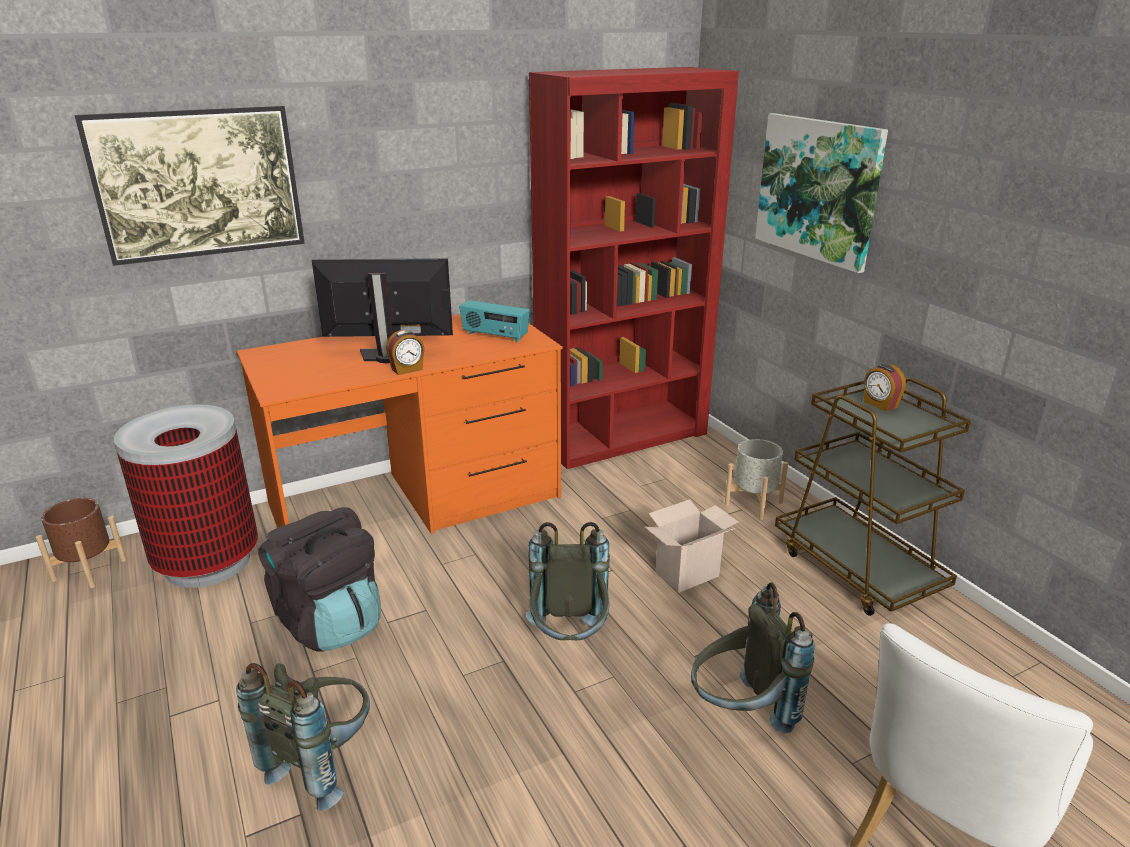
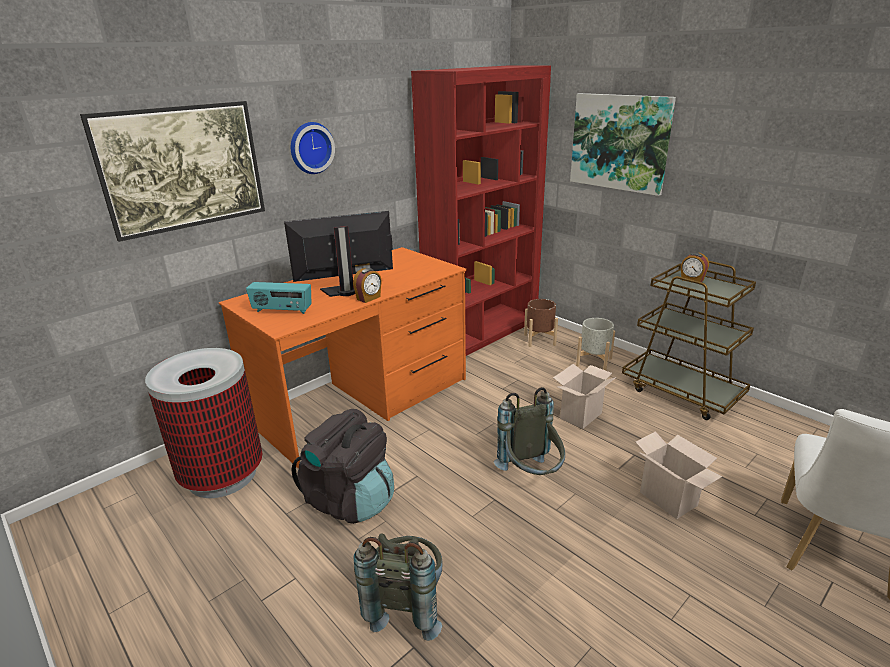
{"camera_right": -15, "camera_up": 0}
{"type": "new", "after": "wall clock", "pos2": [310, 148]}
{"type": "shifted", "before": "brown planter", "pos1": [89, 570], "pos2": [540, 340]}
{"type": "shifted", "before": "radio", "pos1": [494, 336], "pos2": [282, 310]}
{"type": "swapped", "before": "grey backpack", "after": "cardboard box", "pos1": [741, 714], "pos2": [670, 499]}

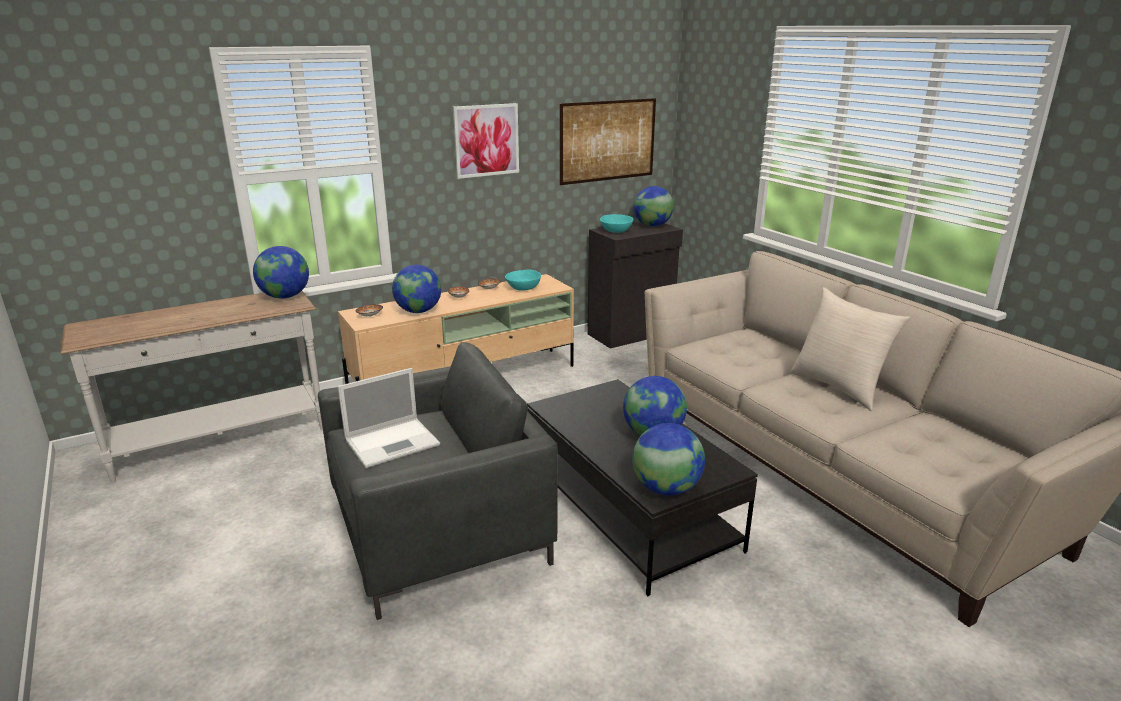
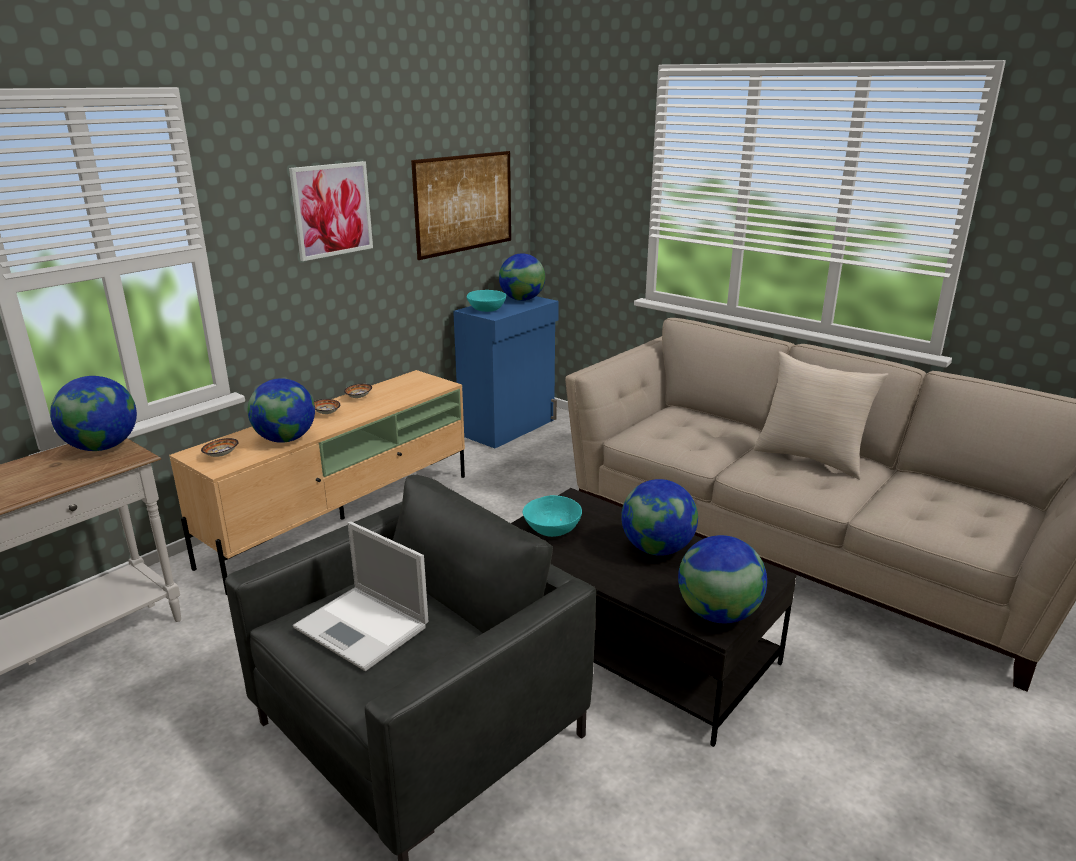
{"camera_right": -20, "camera_up": 0}
{"type": "shifted", "before": "turquoise bowl", "pos1": [523, 288], "pos2": [552, 529]}
{"type": "repainted", "before": "black cabinet", "after": "blue cabinet", "pos1": [632, 334], "pos2": [509, 427]}
{"type": "rotated", "before": "laptop", "pos1": [394, 442], "pos2": [363, 628], "turn": 90}

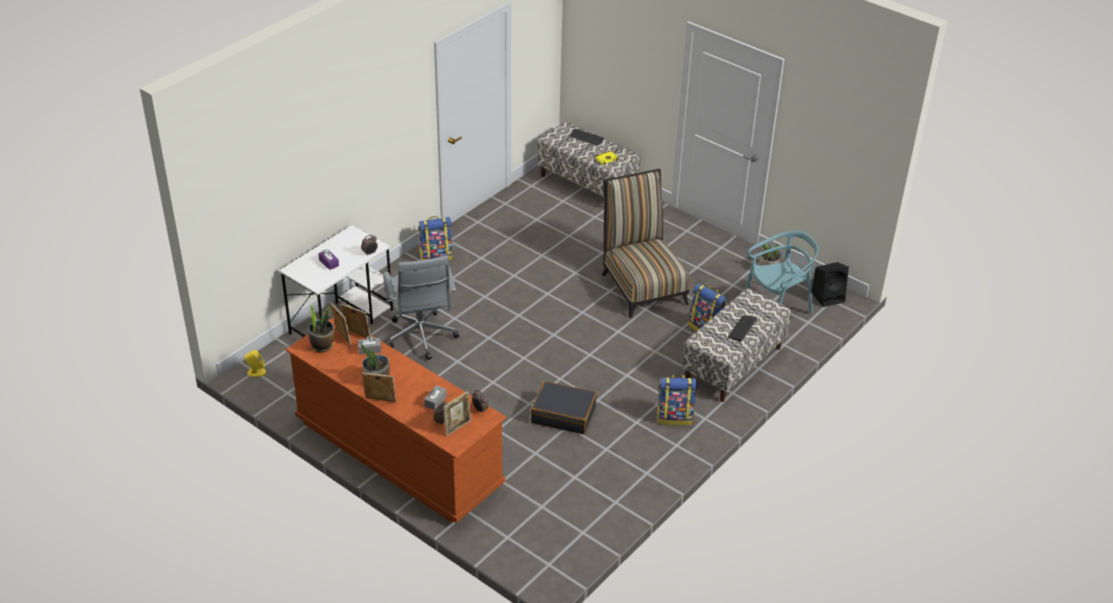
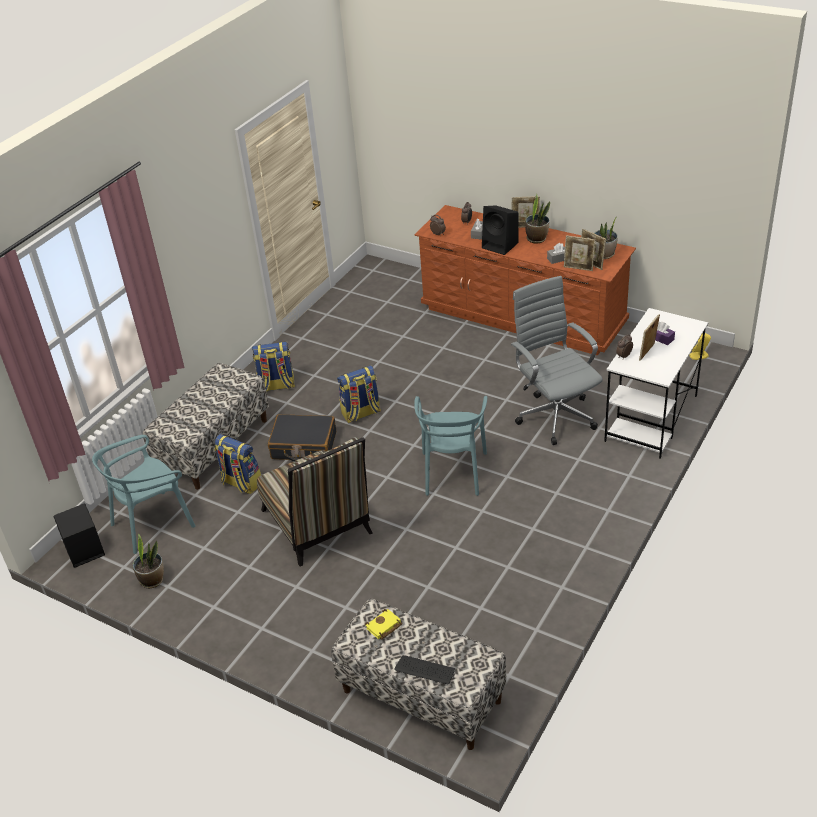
{"camera_right": 175, "camera_up": 0}
{"type": "gone", "before": "keyboard", "pos1": [742, 328]}
{"type": "new", "after": "turquoise chair", "pos2": [453, 472]}
{"type": "new", "after": "black speaker", "pos2": [501, 245]}
{"type": "shifted", "before": "backpack", "pos1": [436, 256], "pos2": [361, 413]}
{"type": "shifted", "before": "picture frame", "pos1": [457, 427], "pos2": [647, 353]}
{"type": "shifted", "before": "black suitcase", "pos1": [563, 414], "pos2": [303, 446]}

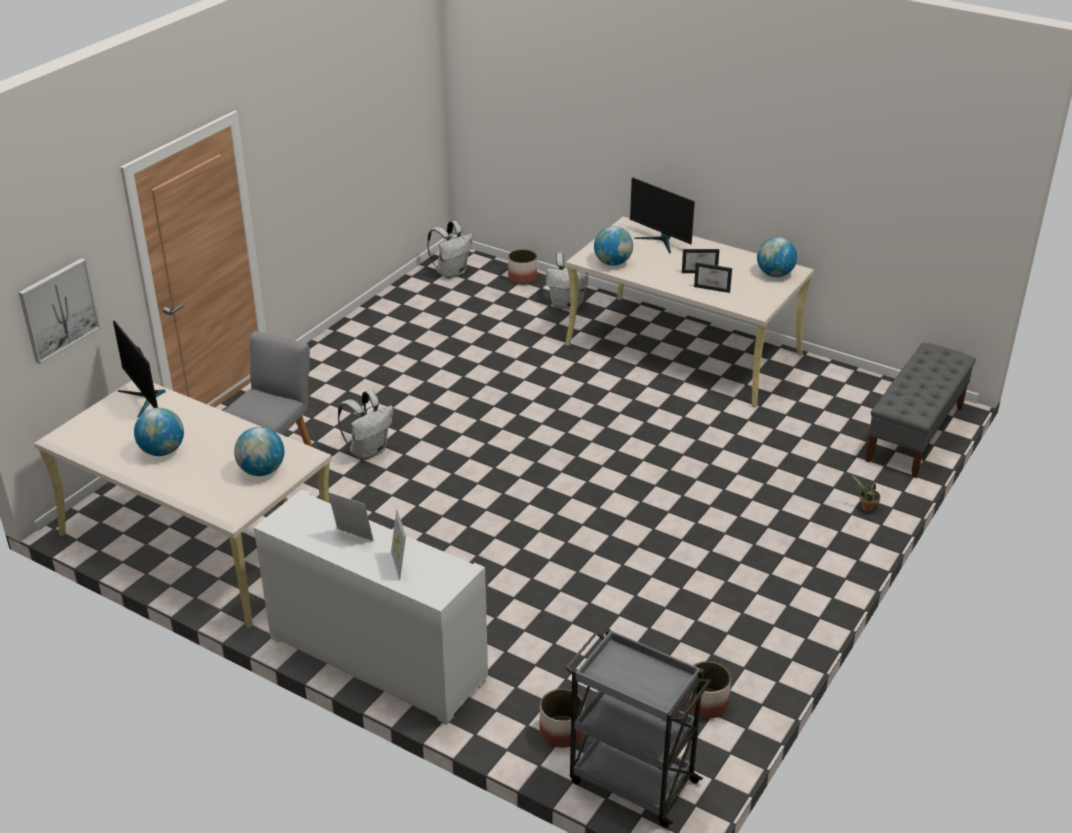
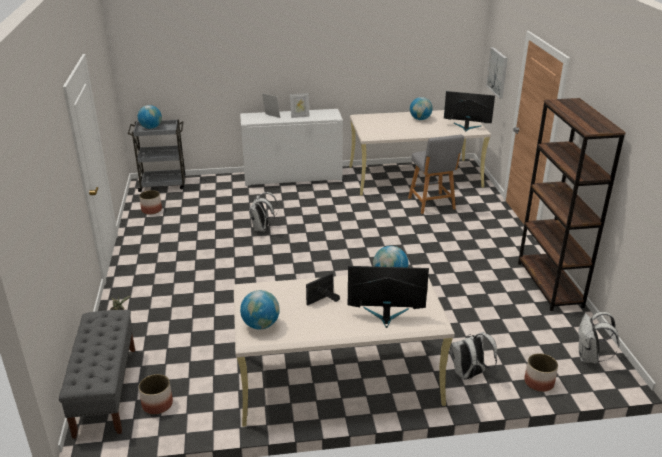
{"camera_right": 140, "camera_up": -5}
{"type": "gone", "before": "picture frame", "pos1": [713, 287]}
{"type": "new", "after": "brown bookcase", "pos2": [549, 284]}
{"type": "shifted", "before": "globe", "pos1": [262, 471], "pos2": [151, 128]}
{"type": "shifted", "before": "white backpack", "pos1": [368, 451], "pos2": [262, 229]}
{"type": "shifted", "before": "planter", "pos1": [562, 732], "pos2": [157, 404]}

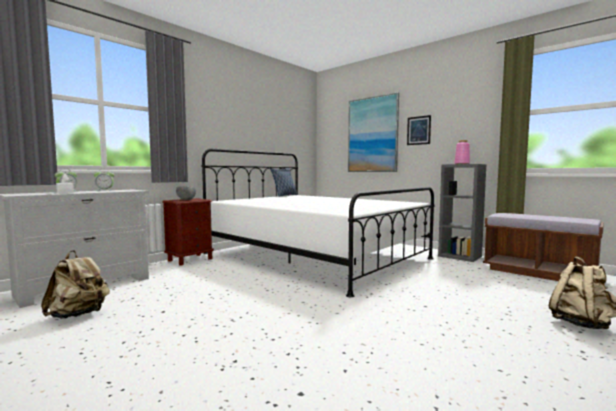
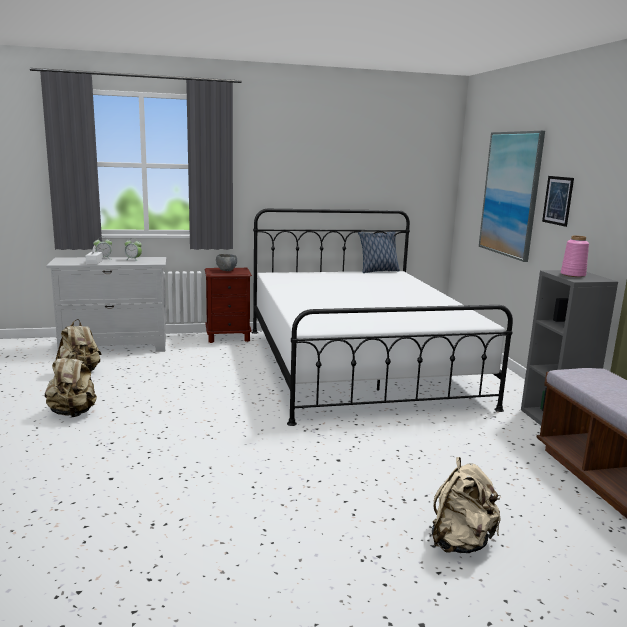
{"camera_right": 35, "camera_up": 10}
{"type": "new", "after": "beige backpack", "pos2": [73, 413]}

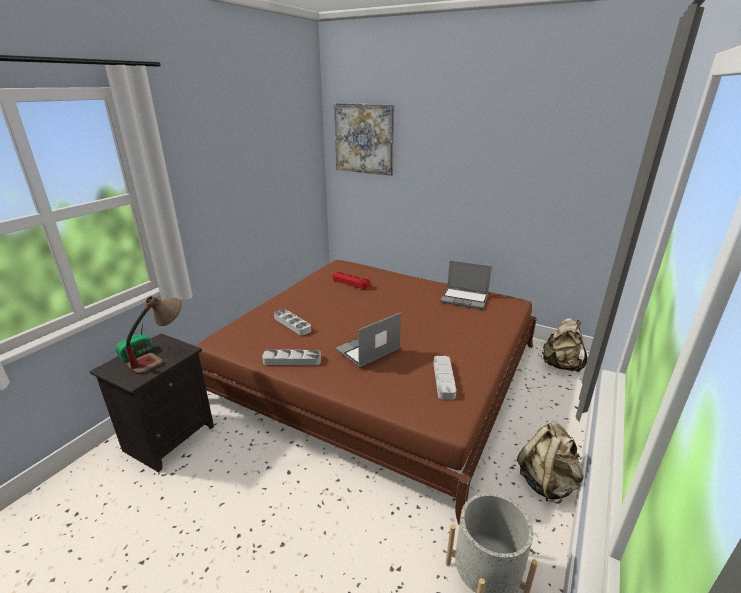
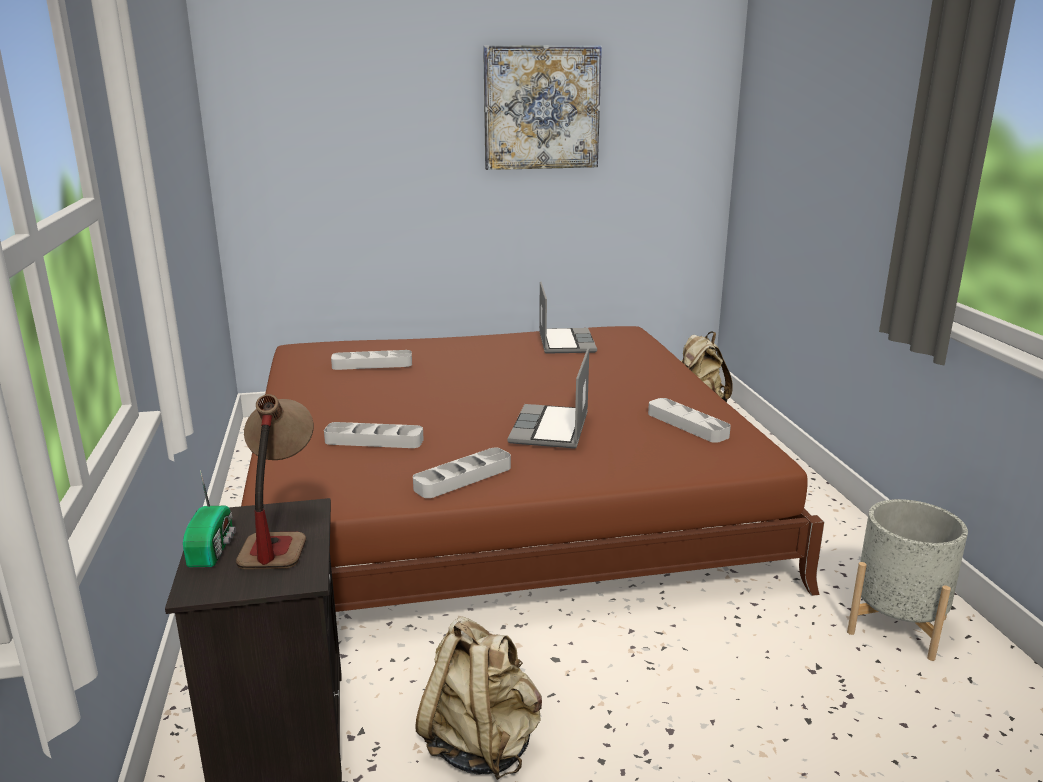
{"camera_right": -40, "camera_up": -5}
{"type": "shifted", "before": "picture", "pos1": [364, 139], "pos2": [541, 108]}
{"type": "shifted", "before": "beige backpack", "pos1": [547, 482], "pos2": [482, 744]}
{"type": "repainted", "before": "red tray", "after": "grey tray", "pos1": [351, 282], "pos2": [372, 364]}
{"type": "rotated", "before": "laptop", "pos1": [465, 299], "pos2": [565, 342], "turn": -75}

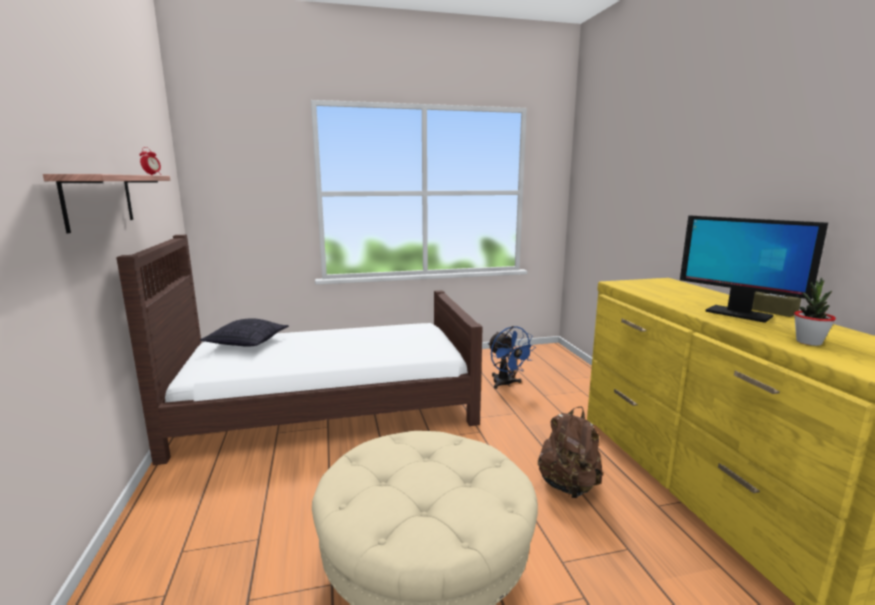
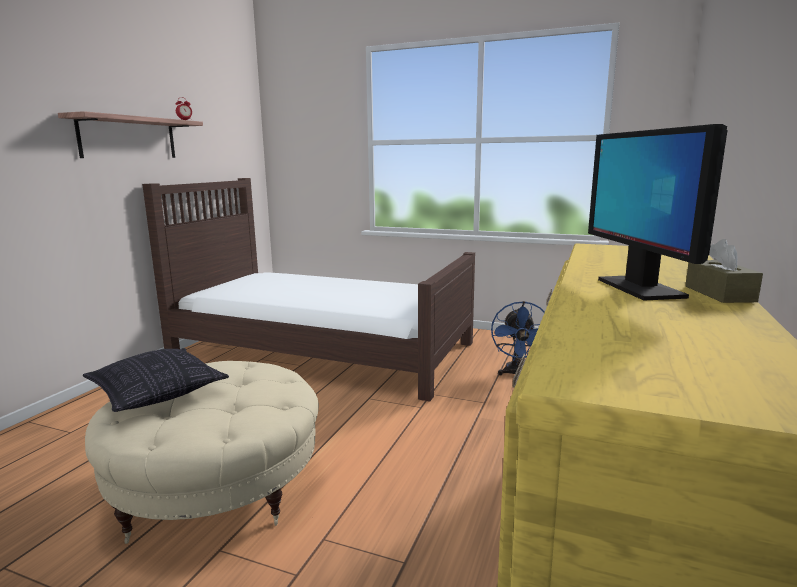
{"camera_right": 35, "camera_up": 0}
{"type": "gone", "before": "brown backpack", "pos1": [568, 486]}
{"type": "gone", "before": "potted plant", "pos1": [808, 342]}
{"type": "shifted", "before": "pillow", "pos1": [247, 343], "pos2": [157, 394]}

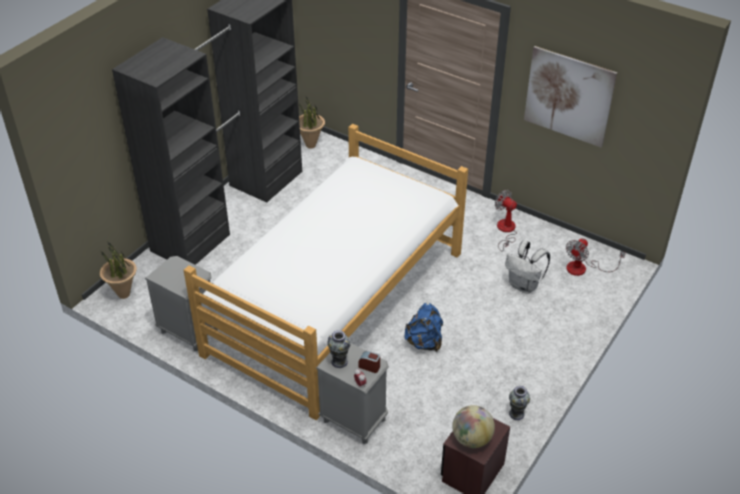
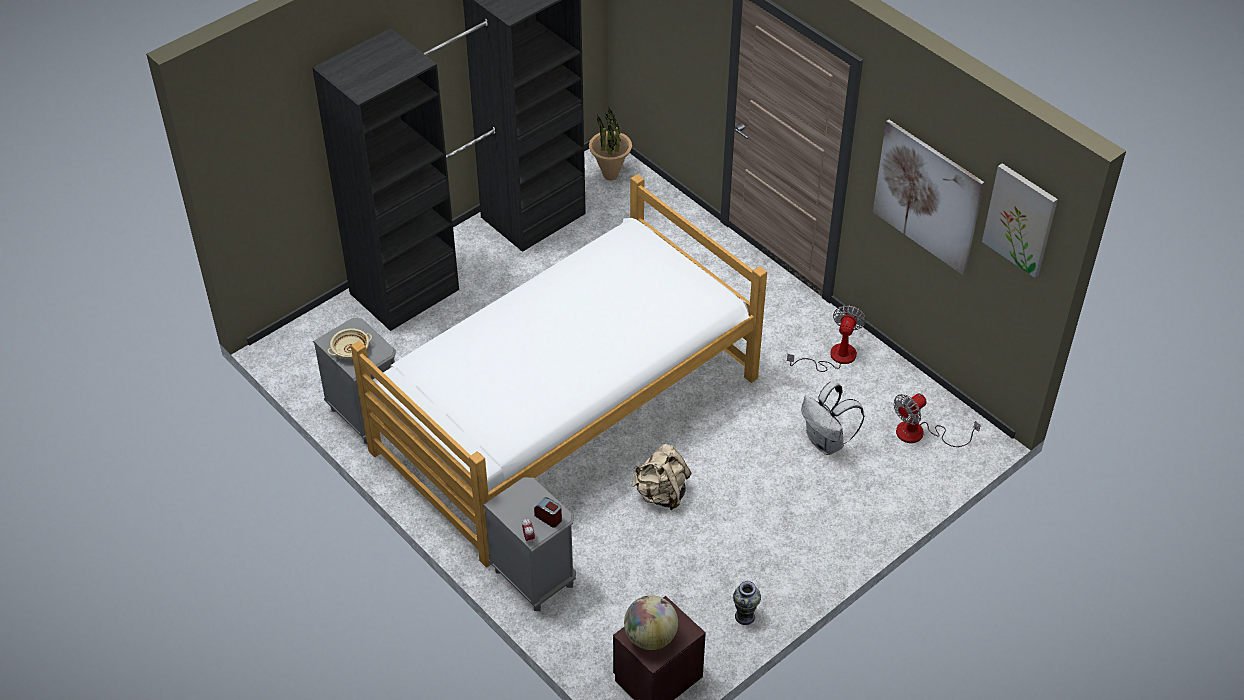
{"camera_right": 15, "camera_up": 5}
{"type": "gone", "before": "potted plant", "pos1": [124, 294]}
{"type": "gone", "before": "vase", "pos1": [339, 362]}
{"type": "new", "after": "beige bowl", "pos2": [350, 351]}
{"type": "new", "after": "picture", "pos2": [1020, 219]}
{"type": "repainted", "before": "blue backpack", "after": "beige backpack", "pos1": [424, 342], "pos2": [661, 493]}
{"type": "rotated", "before": "fan", "pos1": [505, 231], "pos2": [833, 357], "turn": 45}

